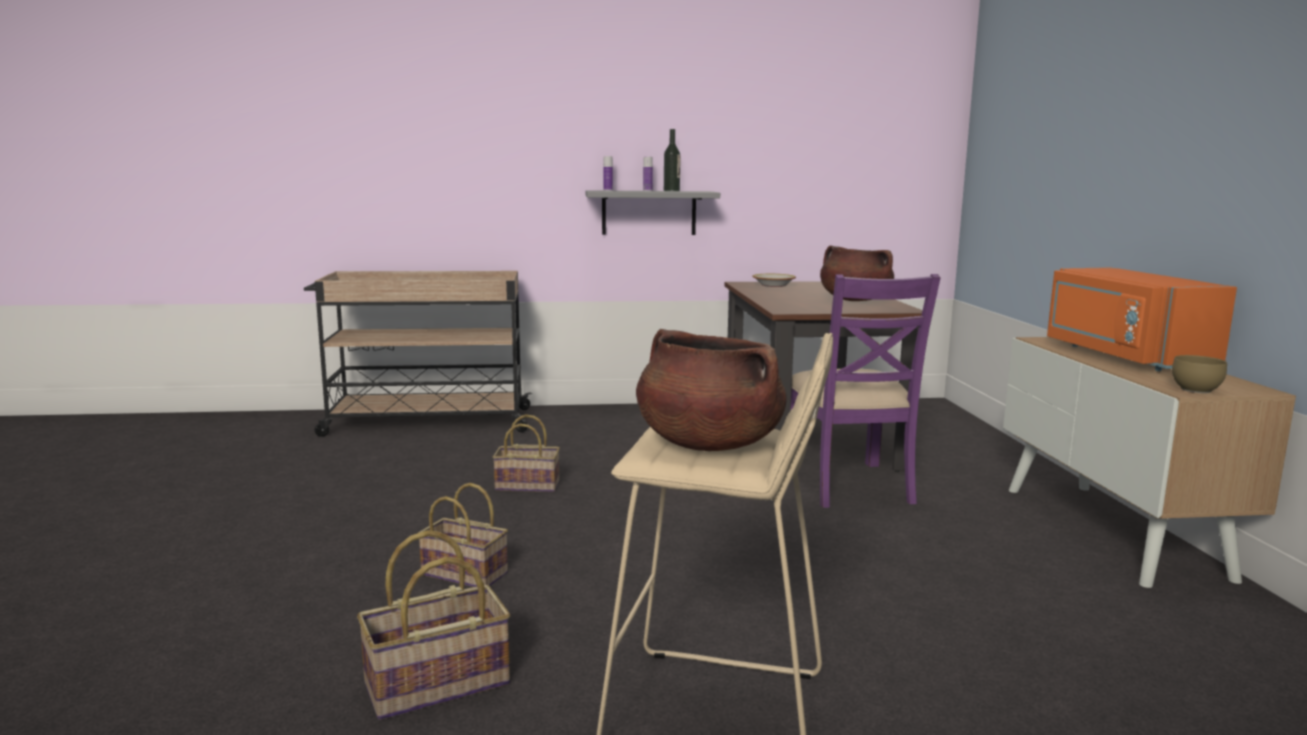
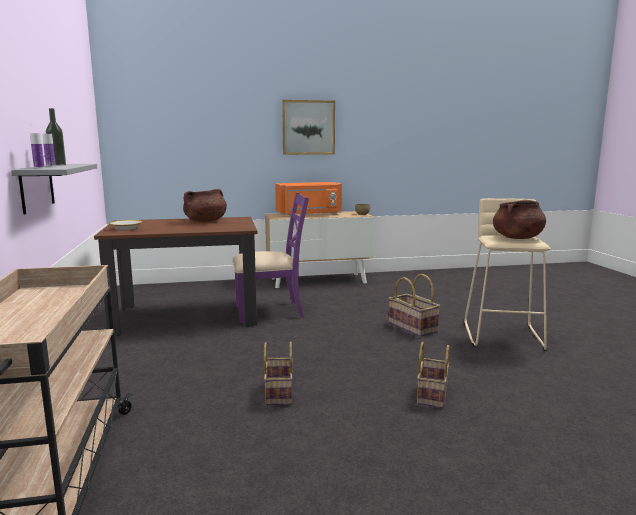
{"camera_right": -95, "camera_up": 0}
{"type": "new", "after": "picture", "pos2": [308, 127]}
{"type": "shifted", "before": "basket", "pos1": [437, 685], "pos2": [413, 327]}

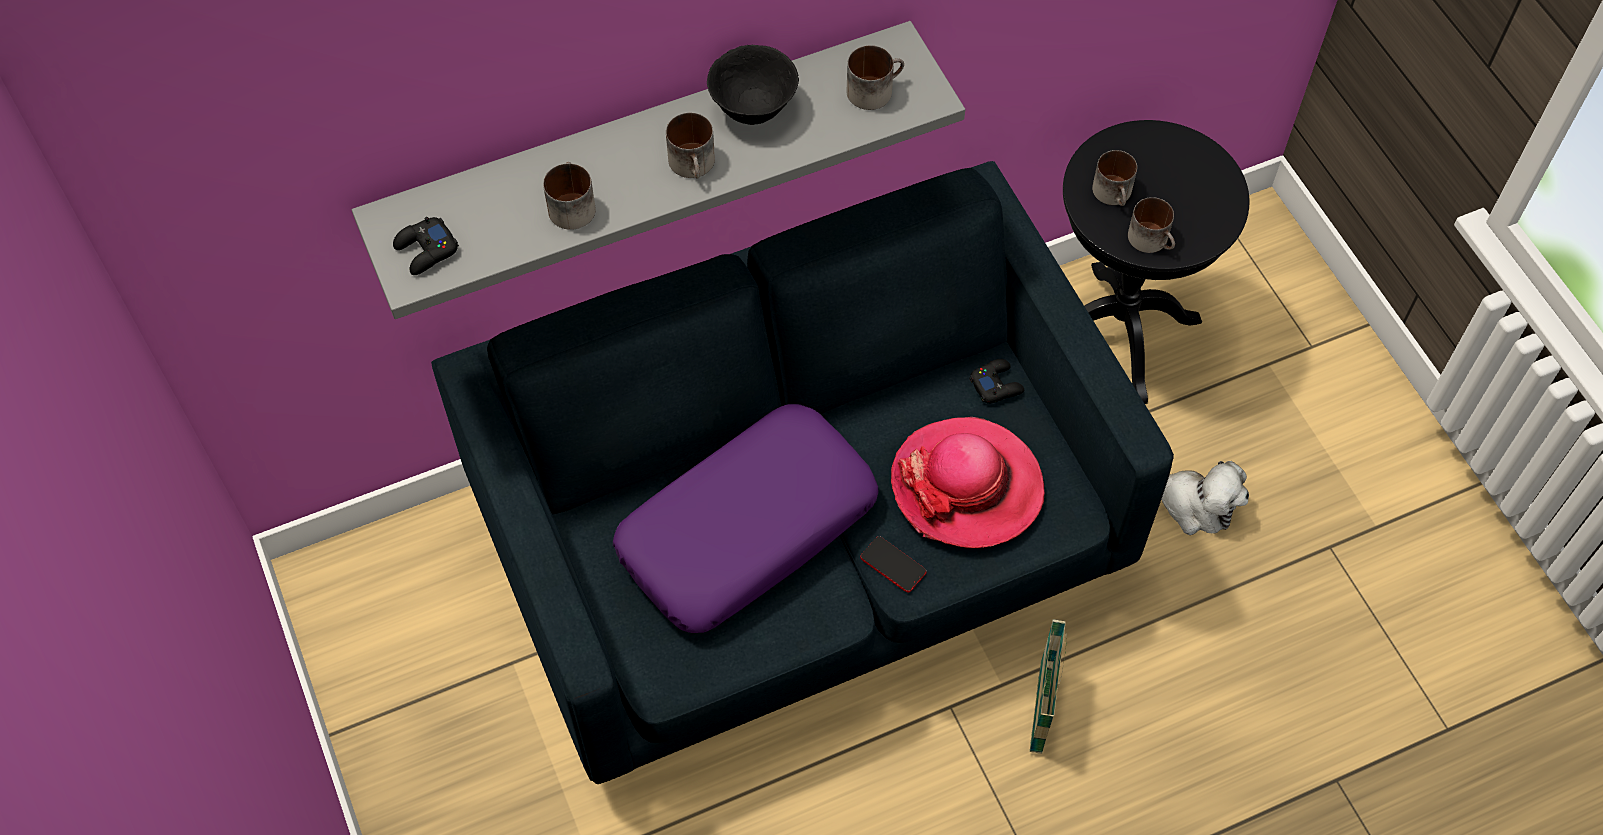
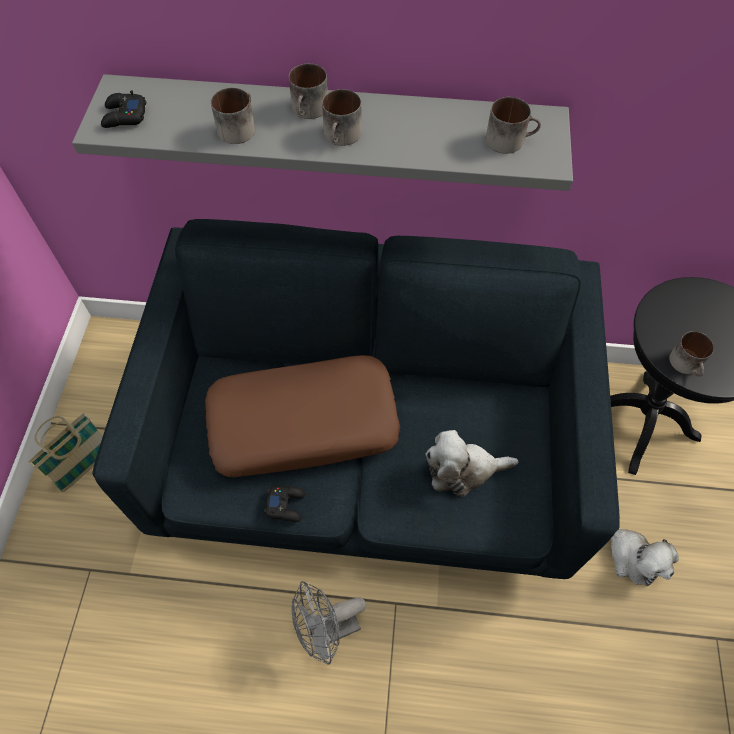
{"camera_right": 30, "camera_up": 0}
{"type": "gone", "before": "black bowl", "pos1": [754, 108]}
{"type": "gone", "before": "phone", "pos1": [893, 565]}
{"type": "new", "after": "grey fan", "pos2": [328, 630]}
{"type": "shifted", "before": "black game controller", "pos1": [996, 384], "pos2": [286, 505]}
{"type": "shifted", "before": "basket", "pos1": [1040, 709], "pos2": [86, 468]}
{"type": "shifted", "before": "mug", "pos1": [1115, 194], "pos2": [309, 110]}
{"type": "swapped", "before": "hat", "after": "plush toy", "pos1": [966, 486], "pos2": [463, 469]}
{"type": "repainted", "before": "purple pillow", "after": "brown pillow", "pos1": [747, 528], "pos2": [304, 423]}

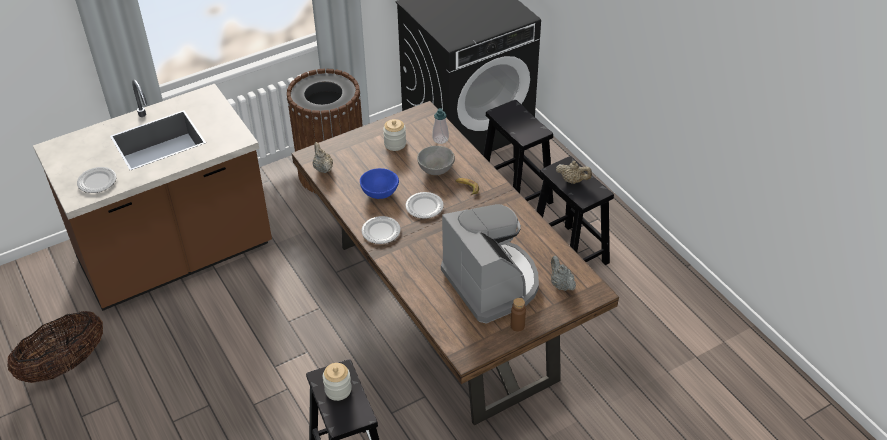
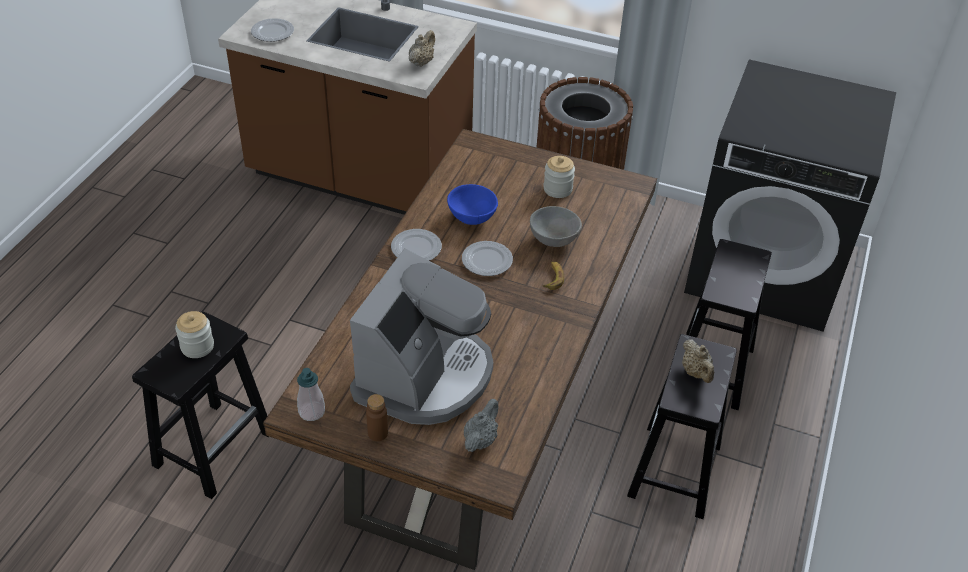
{"camera_right": 50, "camera_up": 0}
{"type": "gone", "before": "basket", "pos1": [65, 365]}
{"type": "shifted", "before": "beige teapot", "pos1": [323, 168], "pos2": [421, 62]}
{"type": "shifted", "before": "soap dispenser", "pos1": [440, 139], "pos2": [311, 411]}

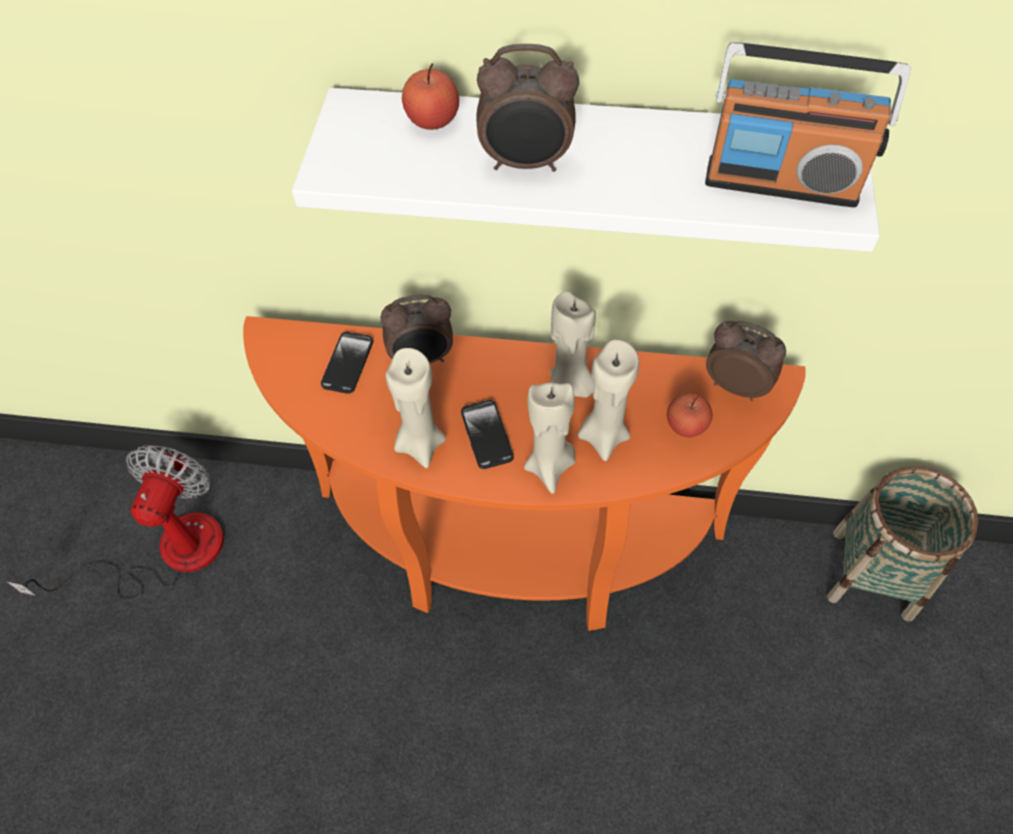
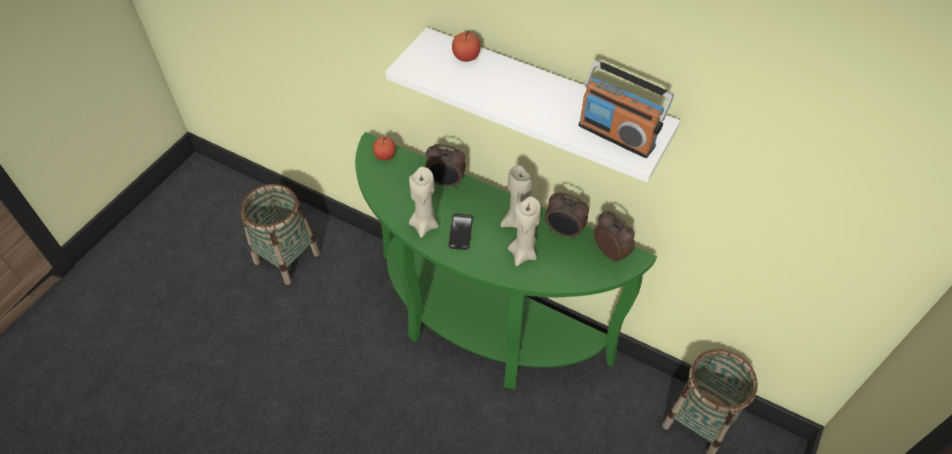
{"camera_right": 20, "camera_up": -5}
{"type": "gone", "before": "phone", "pos1": [347, 363]}
{"type": "gone", "before": "beige candle", "pos1": [550, 466]}
{"type": "shifted", "before": "alarm clock", "pos1": [526, 163], "pos2": [564, 232]}
{"type": "shifted", "before": "apple", "pos1": [686, 425], "pos2": [385, 155]}
{"type": "swapped", "before": "fan", "after": "basket", "pos1": [168, 553], "pos2": [286, 258]}
{"type": "repainted", "before": "orange console table", "after": "green console table", "pos1": [513, 556], "pos2": [479, 329]}

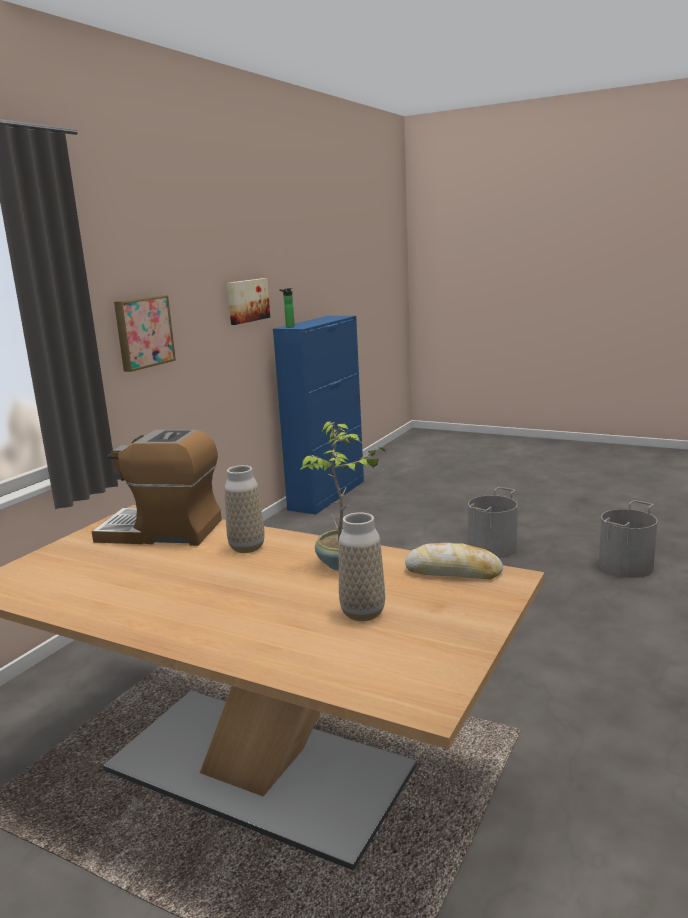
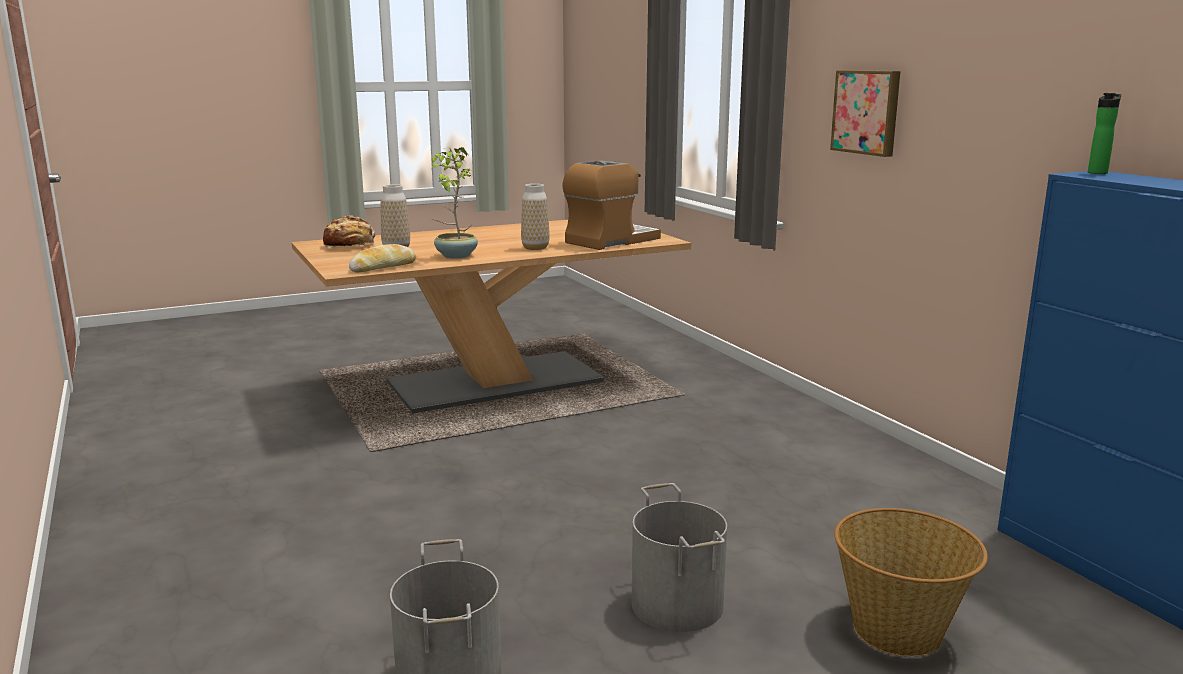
{"camera_right": 125, "camera_up": 0}
{"type": "gone", "before": "picture", "pos1": [247, 300]}
{"type": "new", "after": "bread", "pos2": [349, 245]}
{"type": "new", "after": "basket", "pos2": [899, 630]}

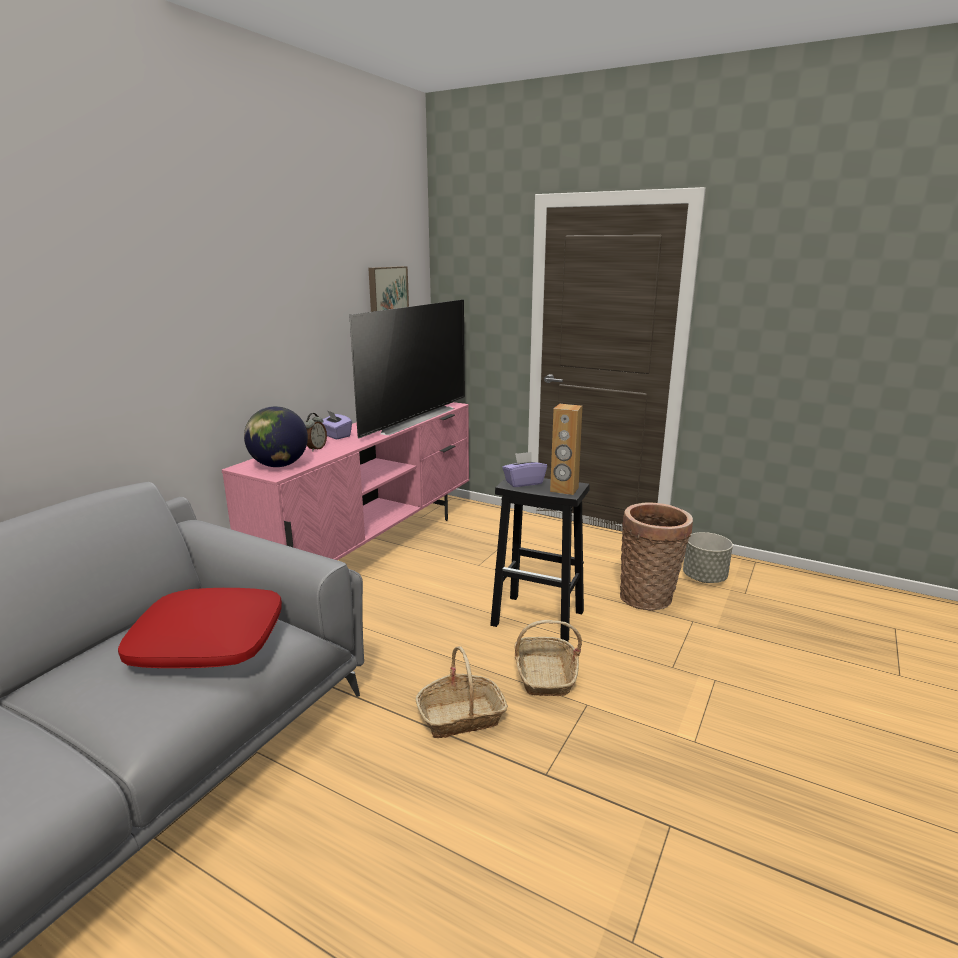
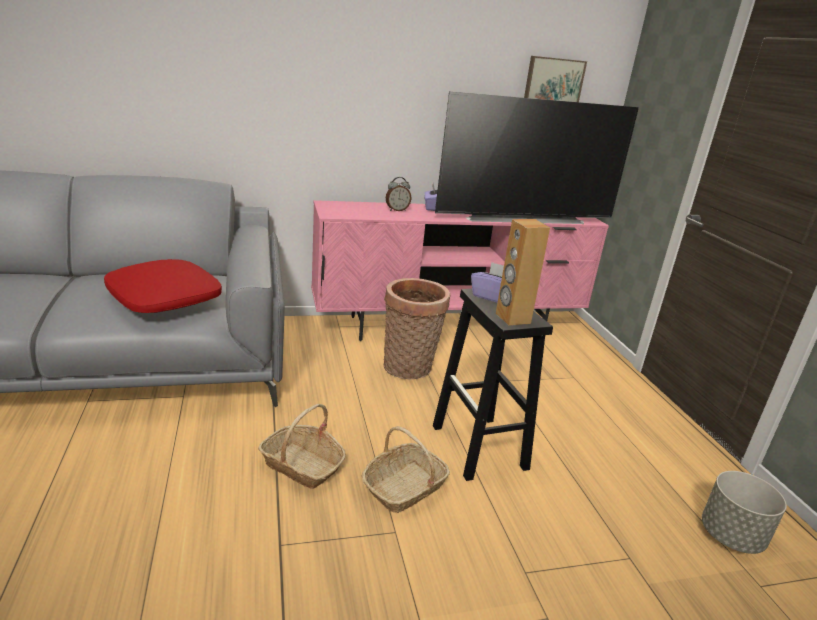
{"camera_right": 45, "camera_up": 5}
{"type": "gone", "before": "globe", "pos1": [279, 465]}
{"type": "shifted", "before": "basket", "pos1": [649, 597], "pos2": [409, 369]}

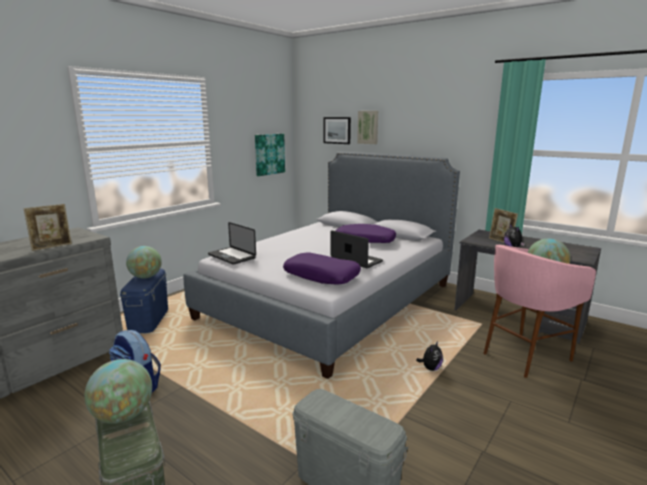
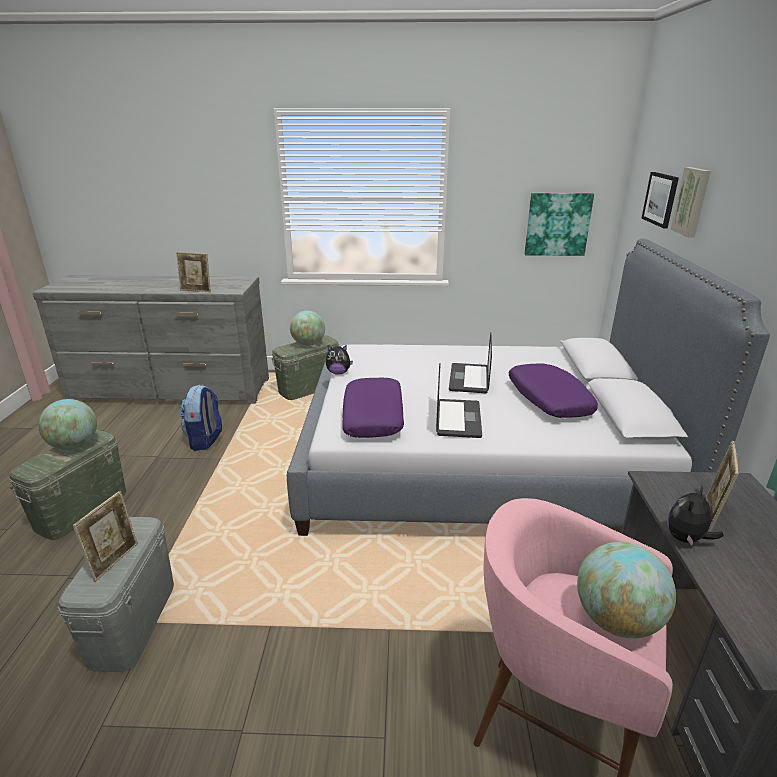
{"camera_right": 55, "camera_up": 10}
{"type": "new", "after": "picture frame", "pos2": [115, 560]}
{"type": "shifted", "before": "laptop", "pos1": [231, 256], "pos2": [469, 379]}
{"type": "shifted", "before": "plush toy", "pos1": [430, 368], "pos2": [338, 373]}
{"type": "repainted", "before": "blue storage box", "after": "green storage box", "pos1": [149, 320], "pos2": [309, 388]}

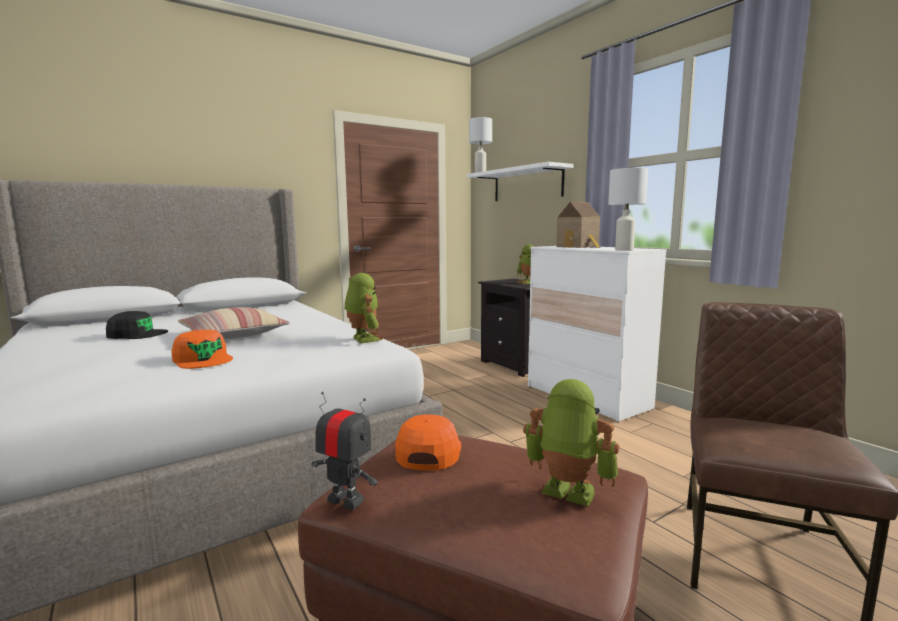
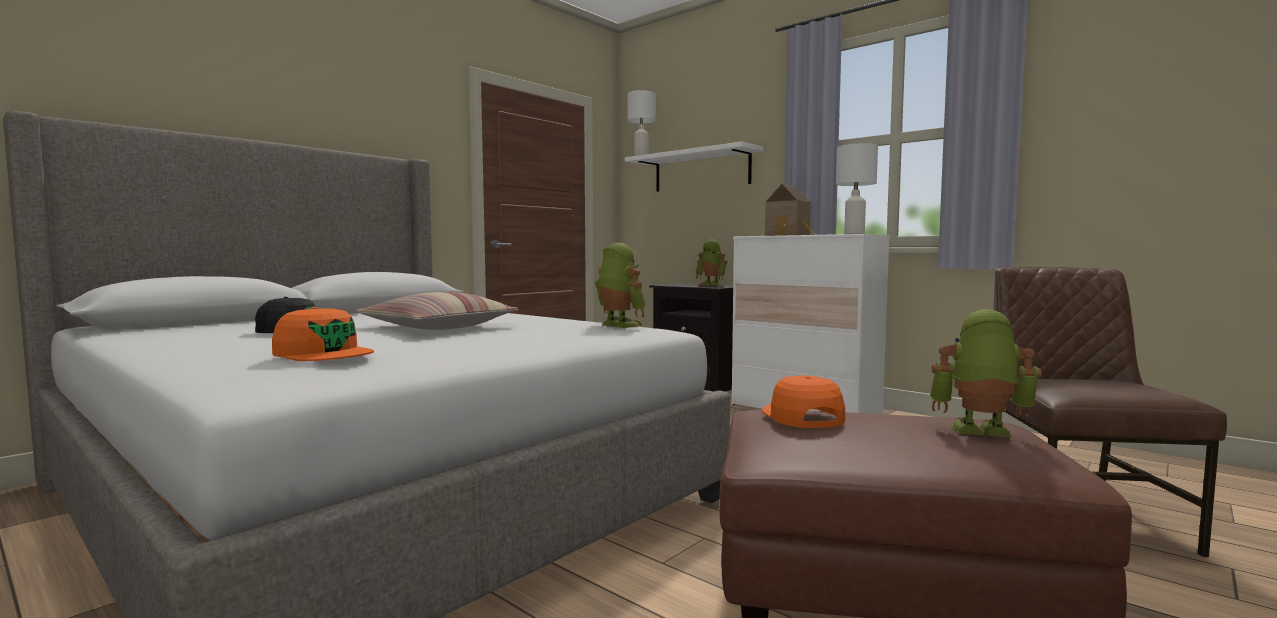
{"camera_right": -15, "camera_up": -5}
{"type": "gone", "before": "toy robot", "pos1": [346, 500]}
{"type": "shifted", "before": "orange cap", "pos1": [203, 359], "pos2": [324, 353]}

